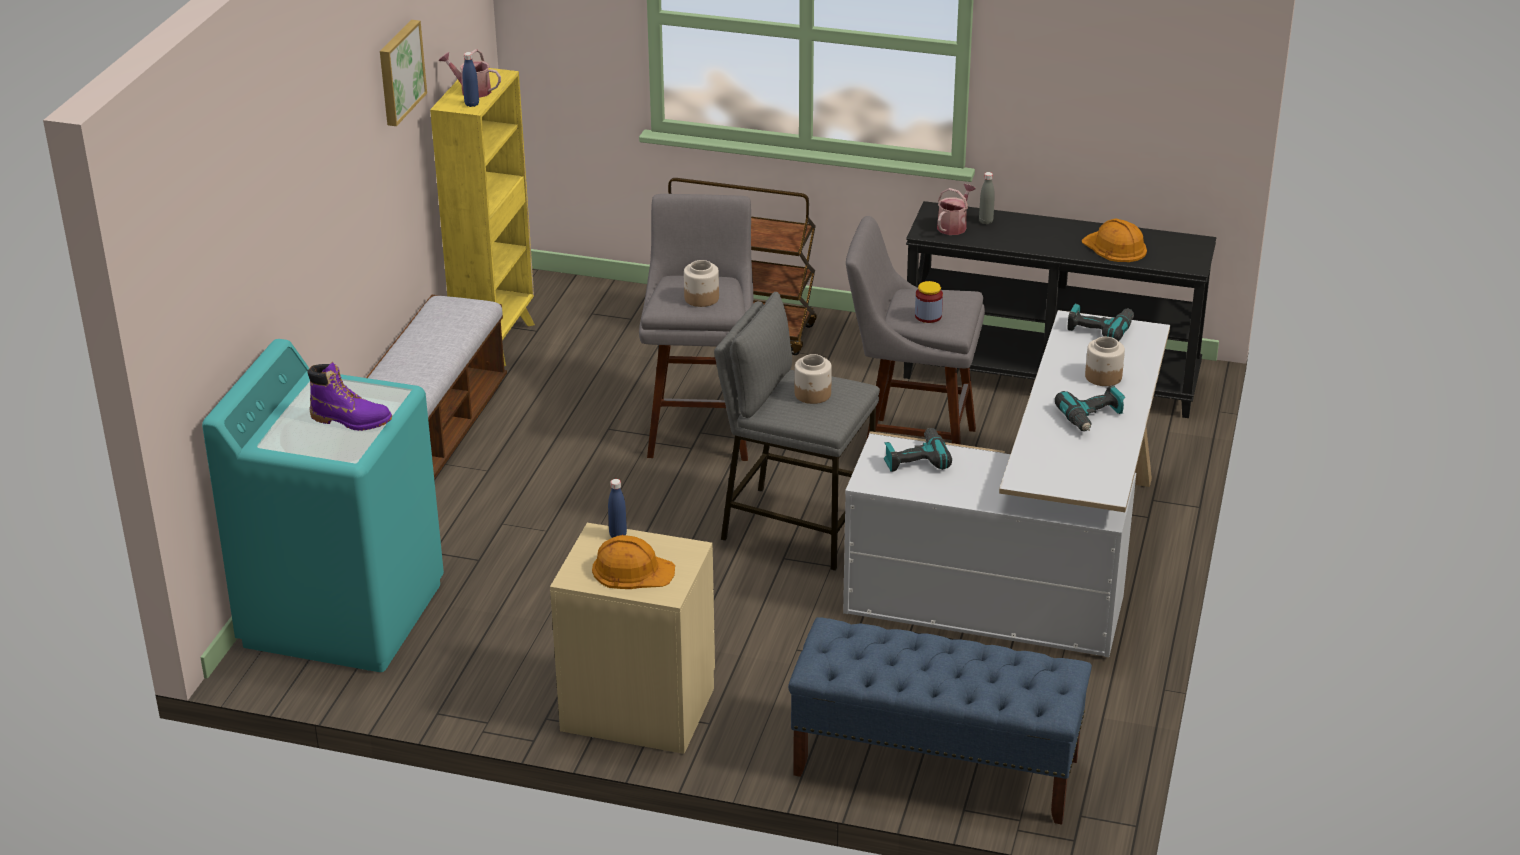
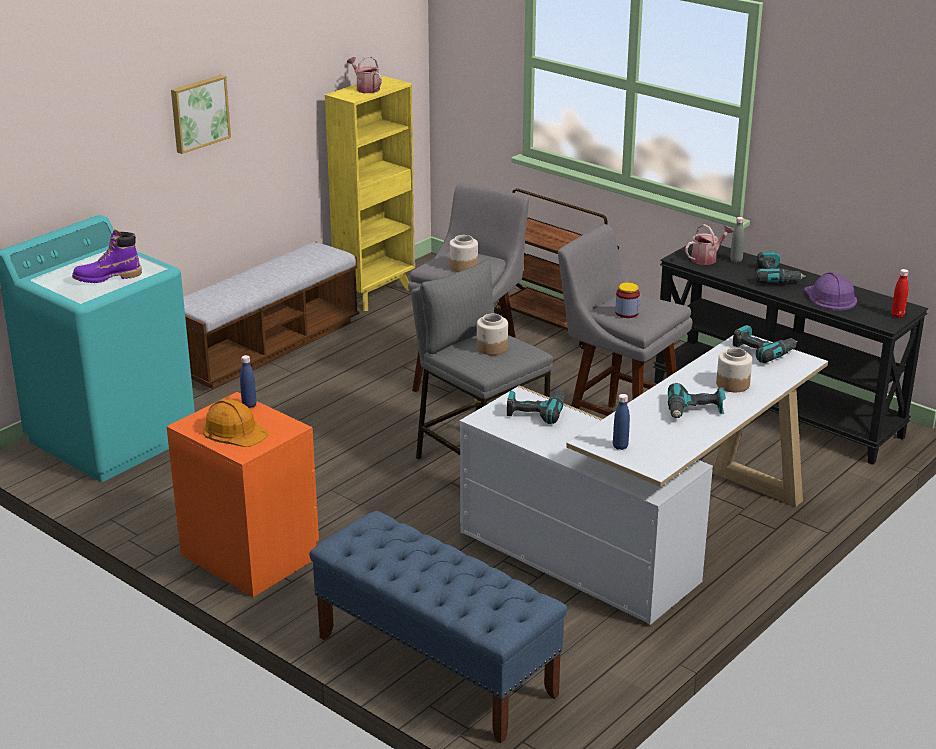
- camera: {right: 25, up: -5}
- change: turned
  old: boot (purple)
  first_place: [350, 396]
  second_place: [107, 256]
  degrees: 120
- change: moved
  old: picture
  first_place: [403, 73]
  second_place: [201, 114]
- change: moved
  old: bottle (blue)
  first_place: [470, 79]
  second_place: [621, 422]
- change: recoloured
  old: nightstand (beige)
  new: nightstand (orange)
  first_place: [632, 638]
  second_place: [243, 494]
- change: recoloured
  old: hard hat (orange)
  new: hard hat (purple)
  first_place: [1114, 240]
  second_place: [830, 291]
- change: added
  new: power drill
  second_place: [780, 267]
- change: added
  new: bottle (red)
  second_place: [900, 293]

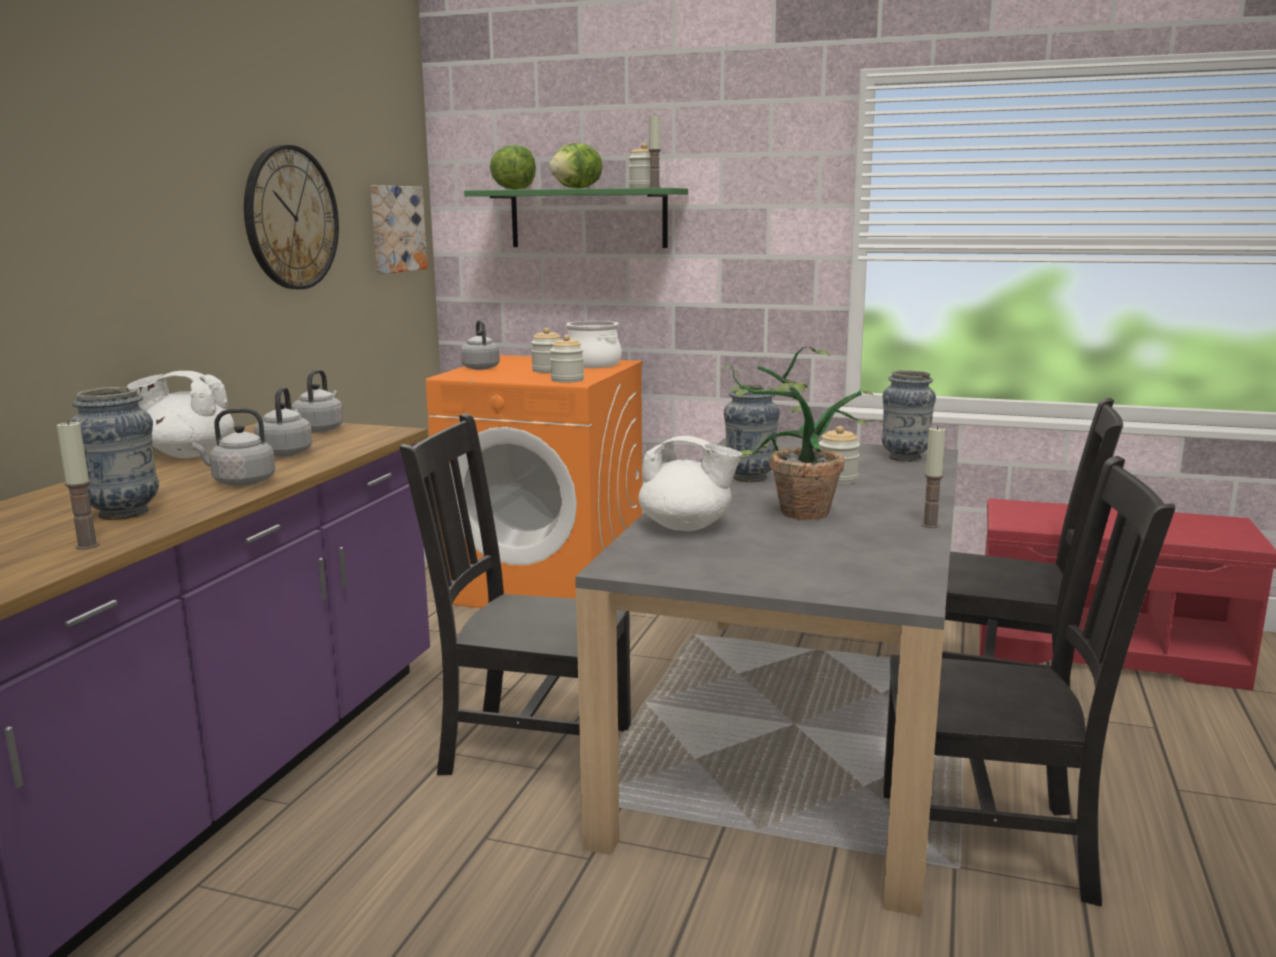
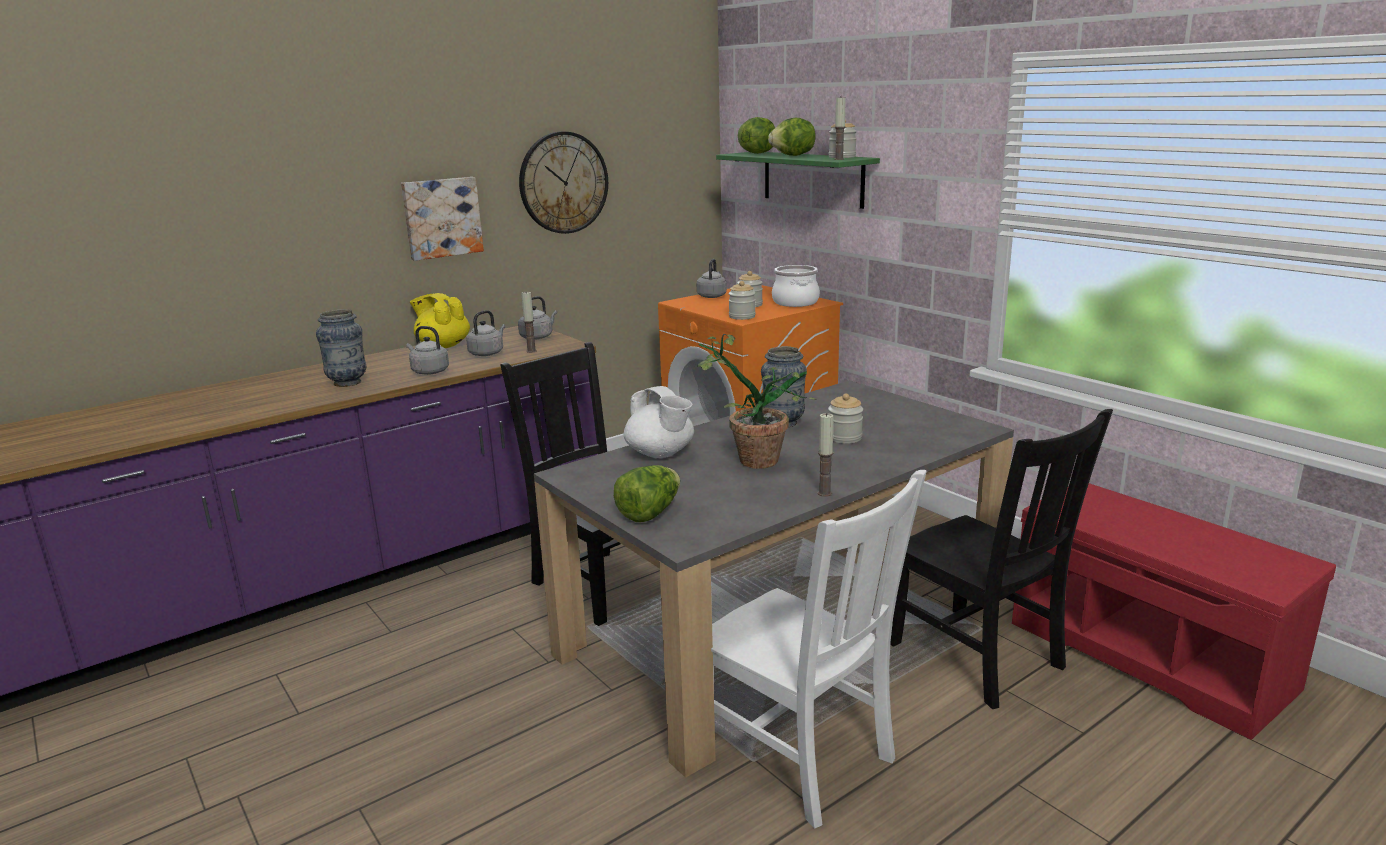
- camera: {right: 35, up: 5}
- change: moved
  old: candle
  first_place: [78, 485]
  second_place: [529, 322]
- change: recoloured
  old: teapot (white)
  new: teapot (yellow)
  first_place: [180, 414]
  second_place: [440, 320]
- change: moved
  old: picture
  first_place: [399, 229]
  second_place: [442, 219]
- change: removed
  old: vase
  first_place: [909, 416]
- change: recoloured
  old: chair (black)
  new: chair (white)
  first_place: [1029, 681]
  second_place: [819, 649]
- change: added
  new: lettuce
  second_place: [647, 493]

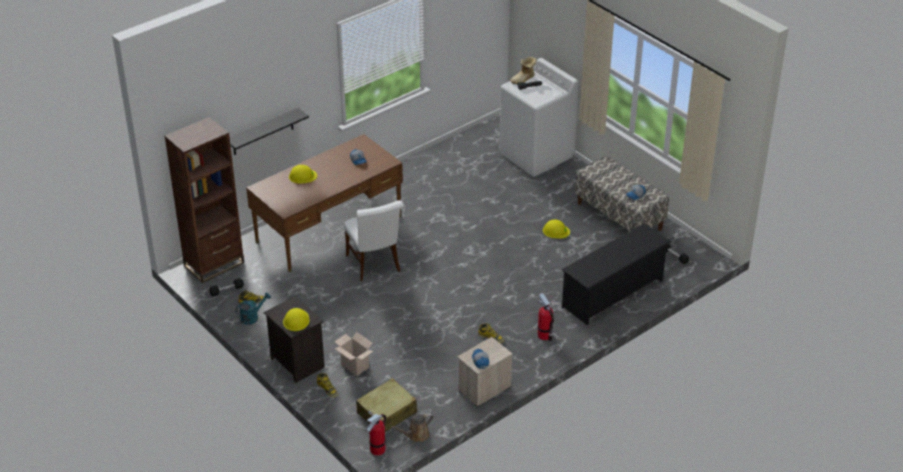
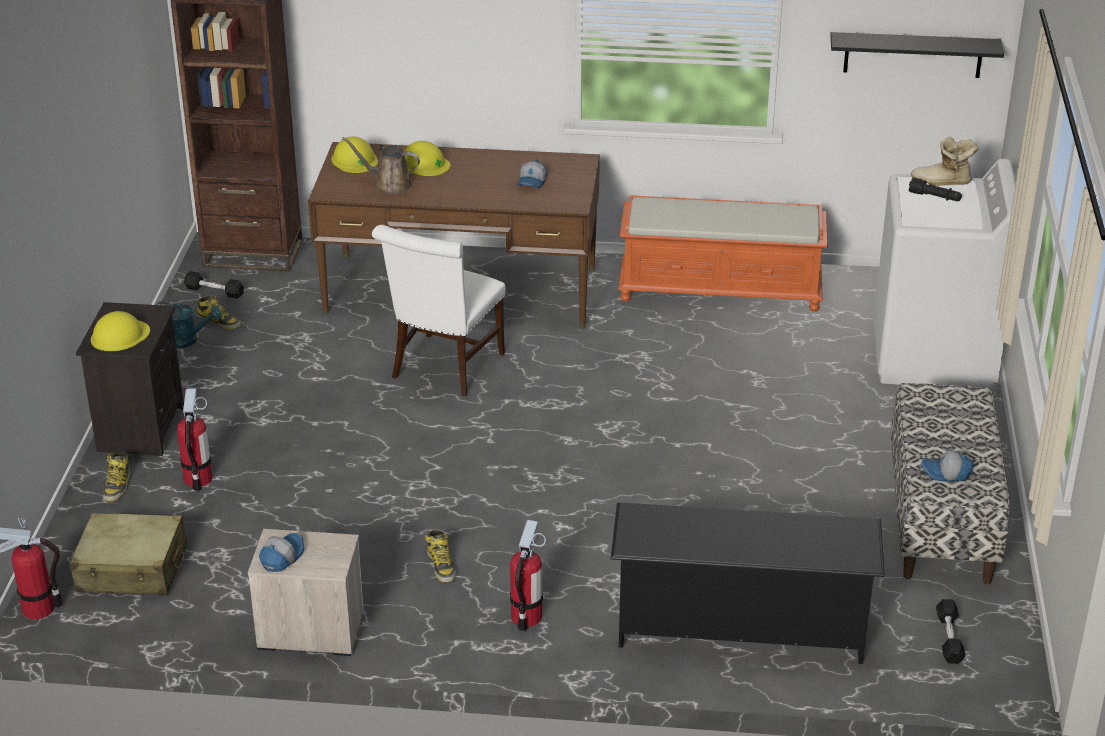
- camera: {right: 45, up: -5}
- change: moved
  old: shelf (black)
  first_place: [269, 131]
  second_place: [917, 55]
- change: replaced
  old: cardboard box
  new: fire extinguisher
  first_place: [353, 354]
  second_place: [195, 440]
- change: moved
  old: watering can (brown)
  first_place: [412, 427]
  second_place: [381, 165]
- change: moved
  old: hard hat (yellow)
  first_place: [556, 229]
  second_place: [355, 154]
- change: added
  new: bench (orange)
  second_place: [723, 253]

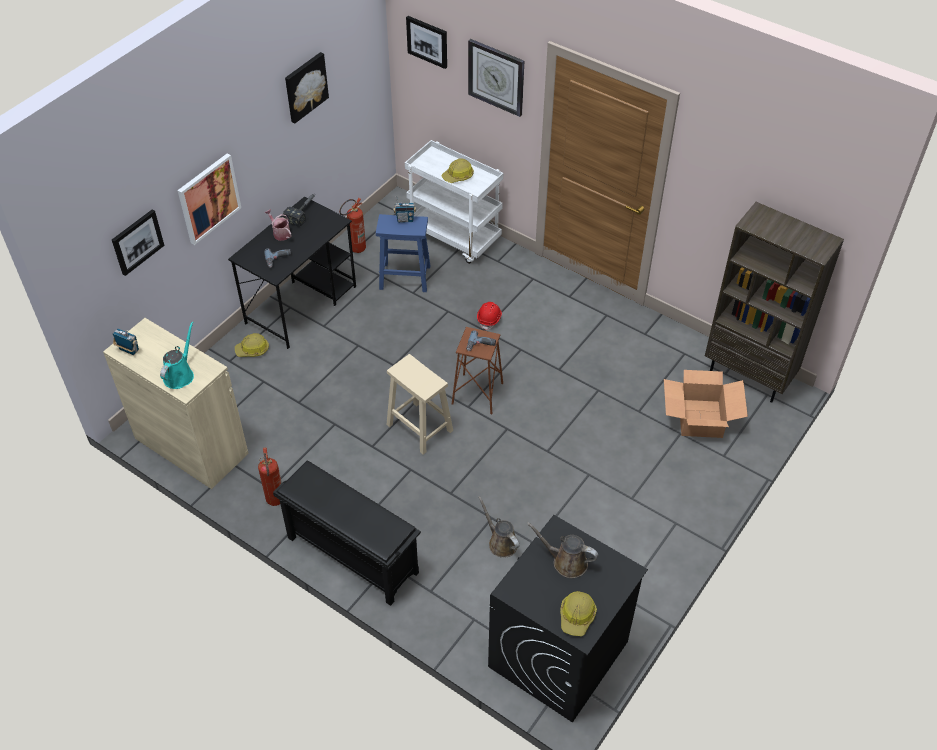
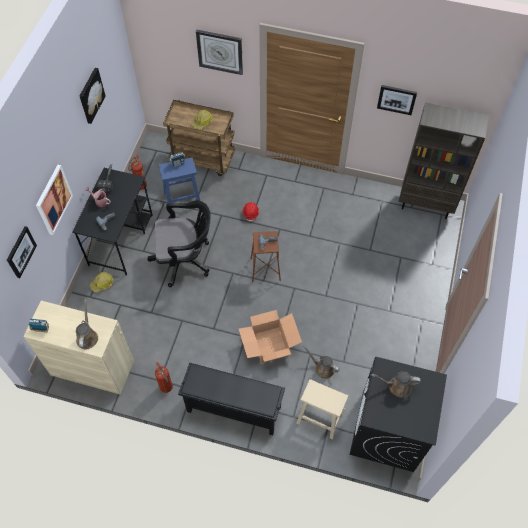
- camera: {right: -20, up: 10}
- change: recoloured
  old: watering can (turquoise)
  new: watering can (brown)
  first_place: [177, 355]
  second_place: [87, 324]
- change: moved
  old: stool (beige)
  first_place: [419, 404]
  second_place: [322, 409]
- change: recoloured
  old: cart (white)
  new: cart (brown)
  first_place: [454, 202]
  second_place: [199, 138]
- change: moved
  old: picture
  first_place: [426, 42]
  second_place: [397, 100]
- change: removed
  old: hard hat
  first_place: [578, 613]
- change: moved
  old: cardboard box
  first_place: [706, 404]
  second_place: [270, 336]
- change: added
  new: office chair (black)
  second_place: [179, 243]

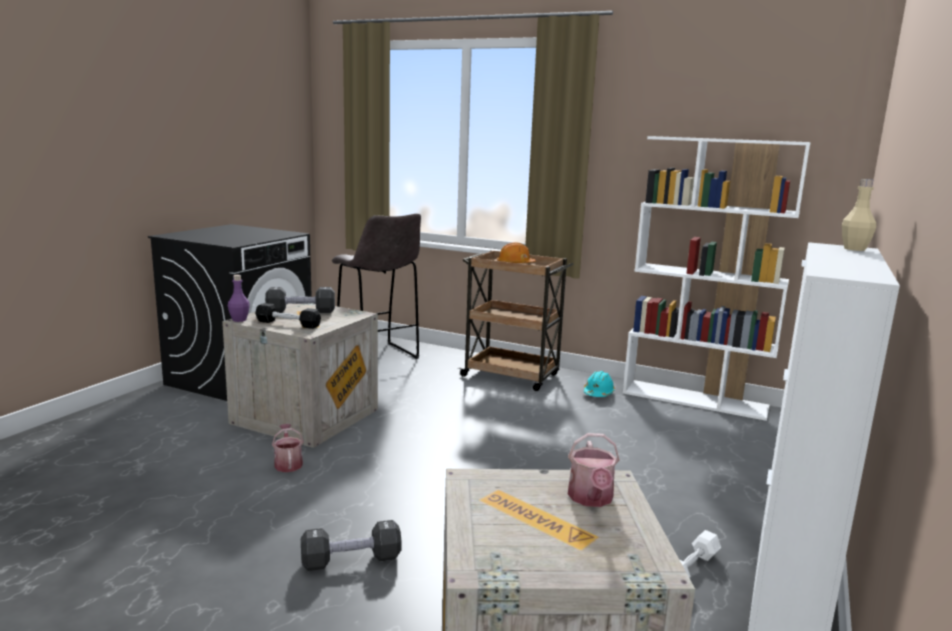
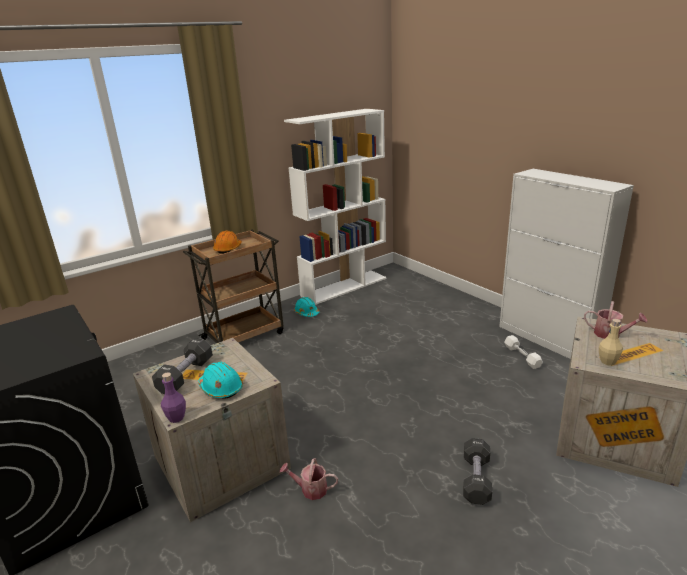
- camera: {right: -60, up: 10}
- change: replaced
  old: dumbbell (black)
  new: hard hat (turquoise)
  first_place: [288, 316]
  second_place: [220, 380]
- change: removed
  old: stool (grey)
  first_place: [376, 286]
- change: moved
  old: bottle (beige)
  first_place: [859, 215]
  second_place: [611, 342]

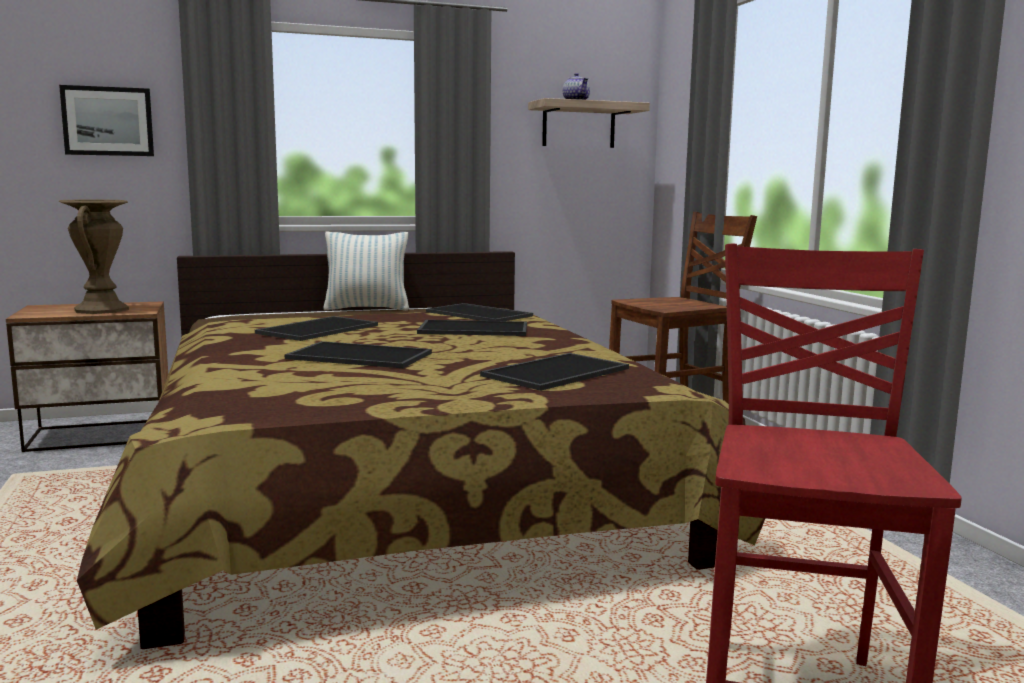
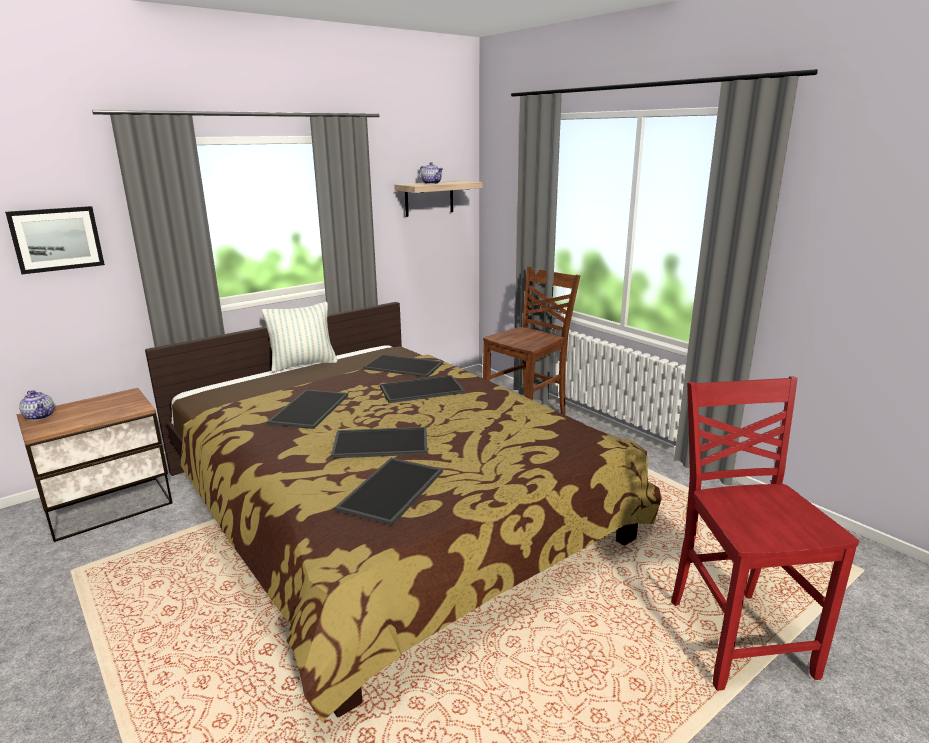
- camera: {right: -20, up: 10}
- change: removed
  old: vase (brown)
  first_place: [94, 257]
- change: moved
  old: tray
  first_place: [554, 372]
  second_place: [388, 492]
- change: added
  new: teapot
  second_place: [36, 405]

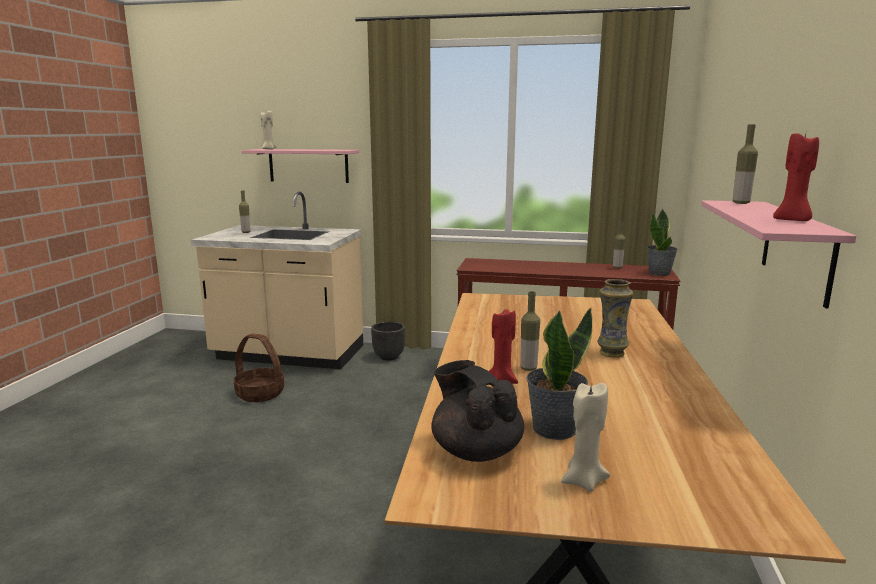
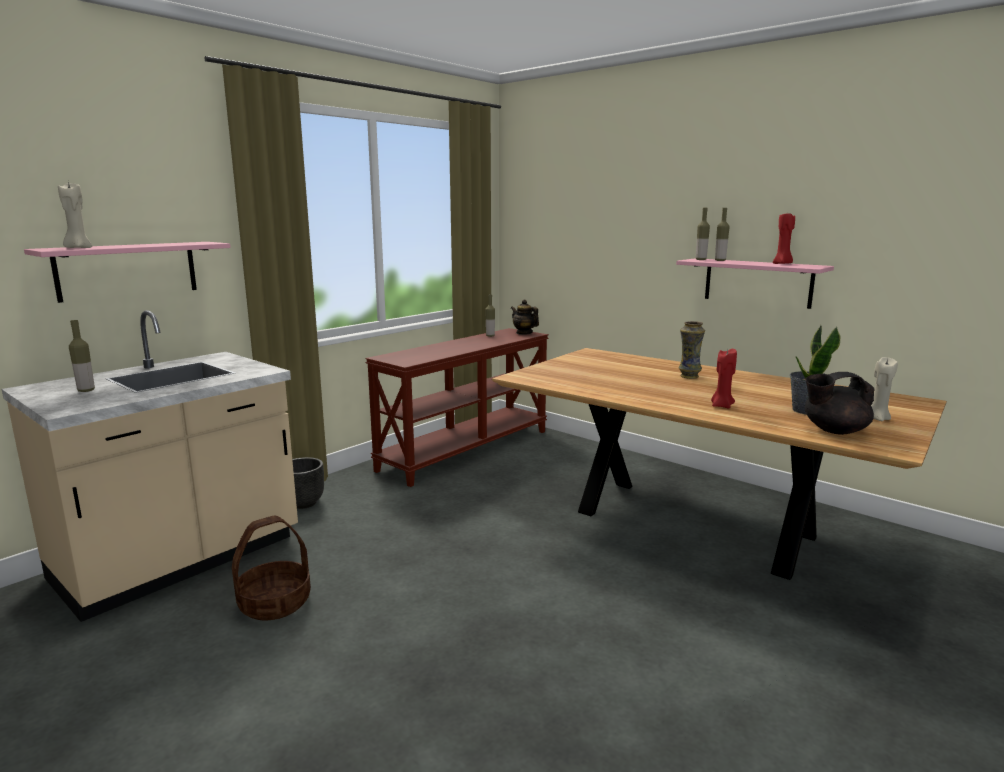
- camera: {right: -60, up: 0}
- change: moved
  old: bottle
  first_place: [530, 331]
  second_place: [722, 234]
- change: replaced
  old: potted plant
  new: teapot
  first_place: [662, 242]
  second_place: [525, 317]

